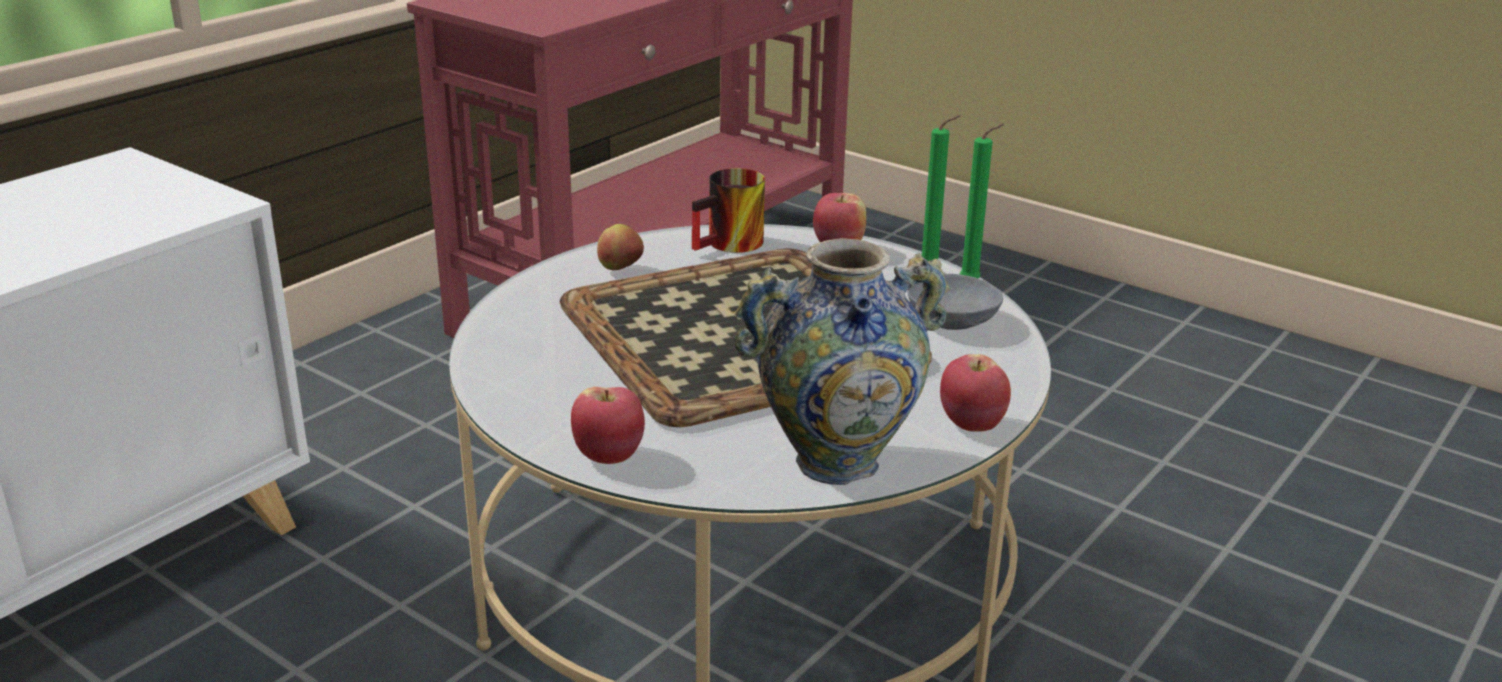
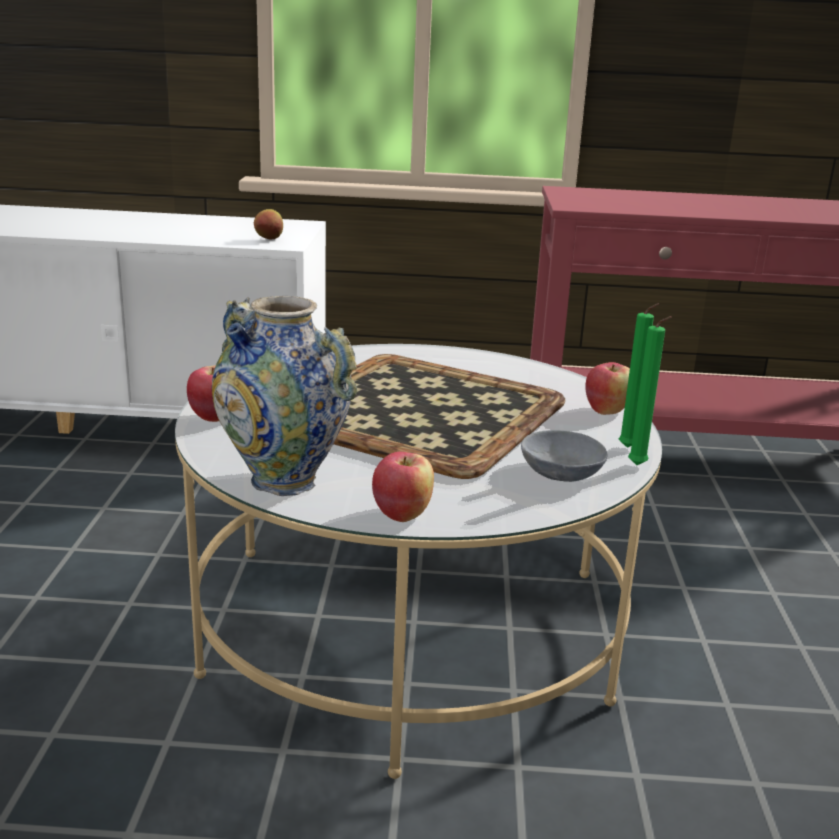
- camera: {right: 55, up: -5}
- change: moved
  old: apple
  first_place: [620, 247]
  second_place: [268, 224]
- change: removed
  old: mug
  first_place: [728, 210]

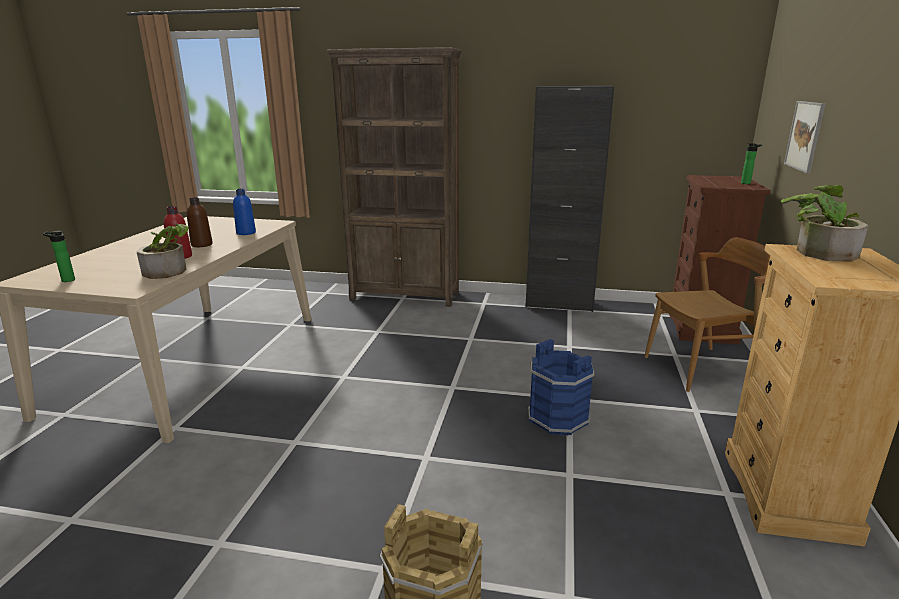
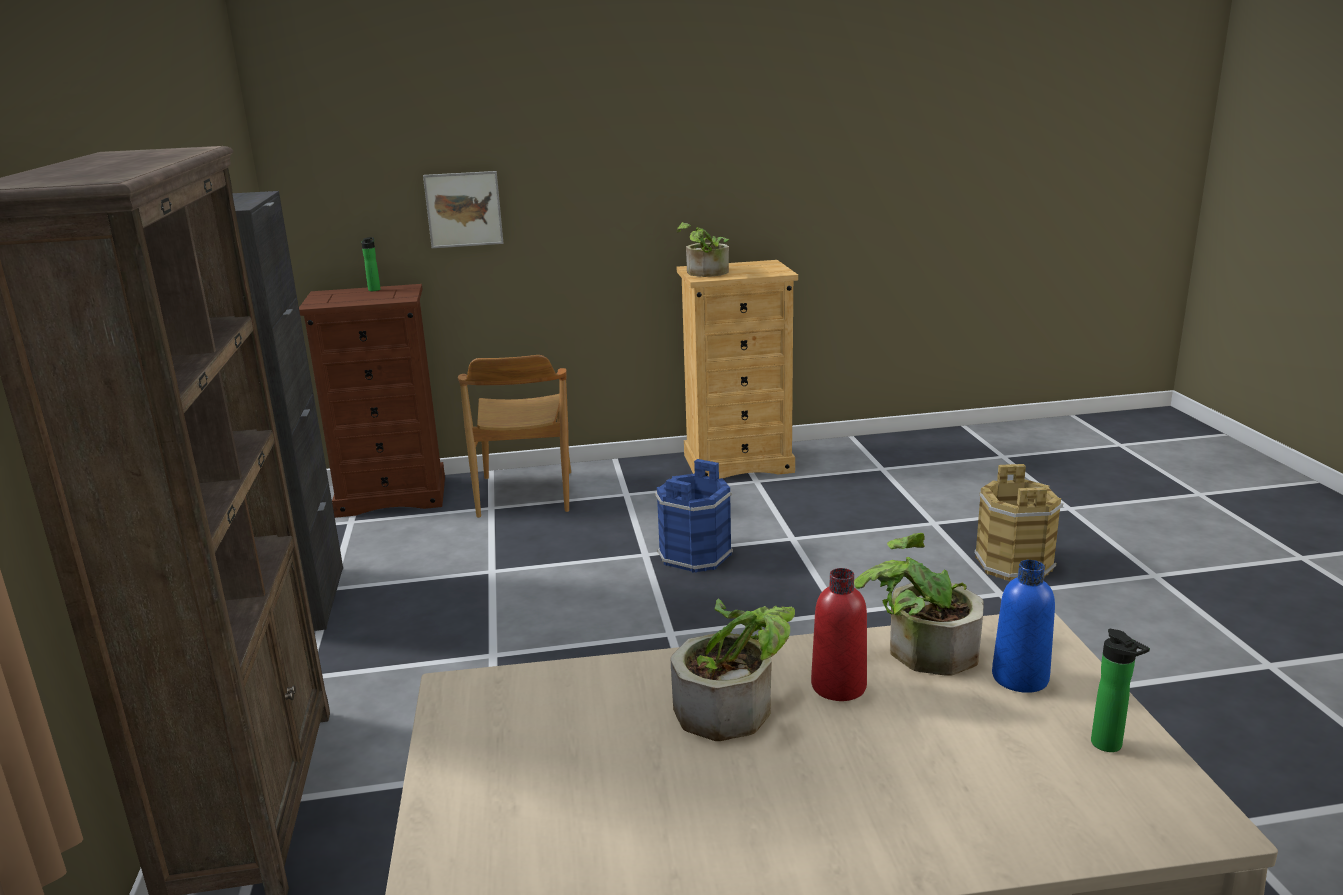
- camera: {right: -110, up: 0}
- change: replaced
  old: bottle (brown)
  new: potted plant
  first_place: [200, 222]
  second_place: [733, 669]
- change: moved
  old: bottle (blue)
  first_place: [244, 212]
  second_place: [1023, 626]
- change: turned
  old: chair (brown)
  first_place: [707, 314]
  second_place: [514, 436]
  degrees: -150

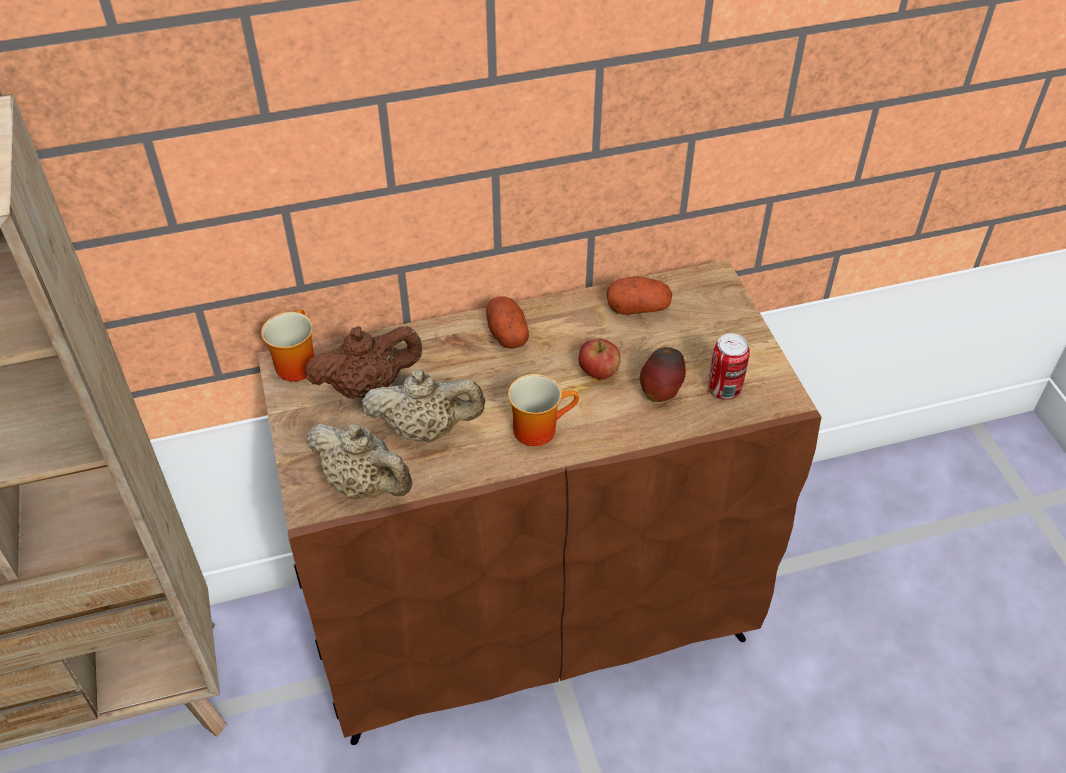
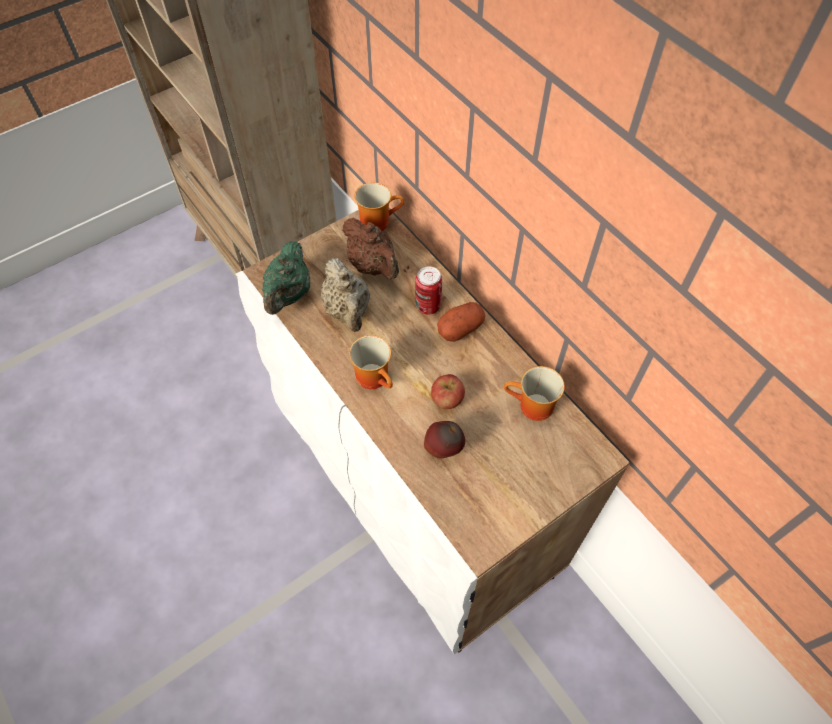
- camera: {right: 70, up: 10}
- change: recoloured
  old: cabinet (brown)
  new: cabinet (white)
  first_place: [539, 502]
  second_place: [432, 432]
- change: recoloured
  old: teapot (beige)
  new: teapot (green)
  first_place: [360, 461]
  second_place: [286, 278]
- change: replaced
  old: potato
  new: mug
  first_place: [639, 295]
  second_place: [534, 393]
- change: moved
  old: can
  first_place: [729, 366]
  second_place: [428, 290]

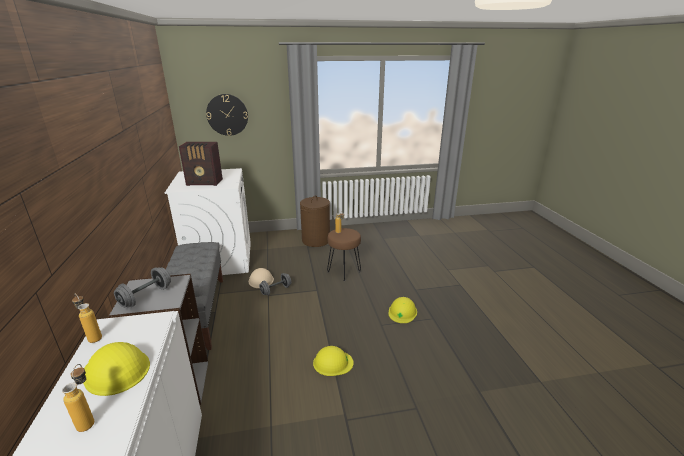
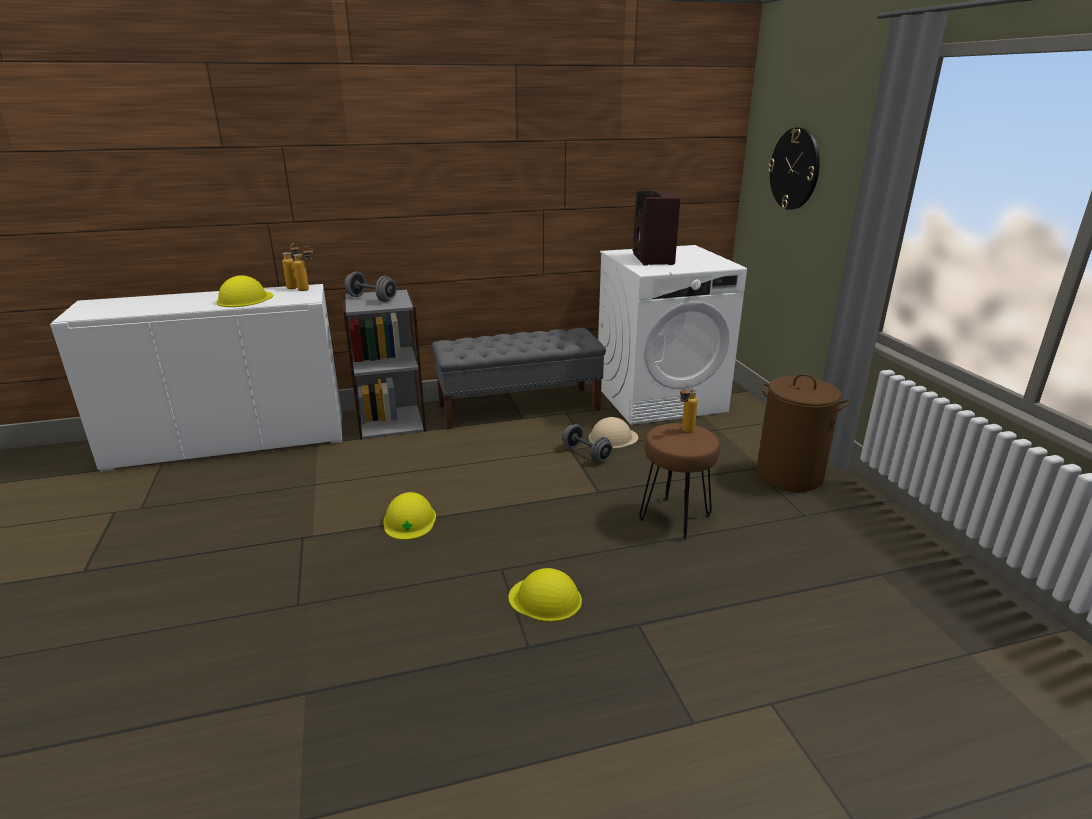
- camera: {right: 85, up: 0}
- change: moved
  old: bottle
  first_place: [78, 398]
  second_place: [303, 268]

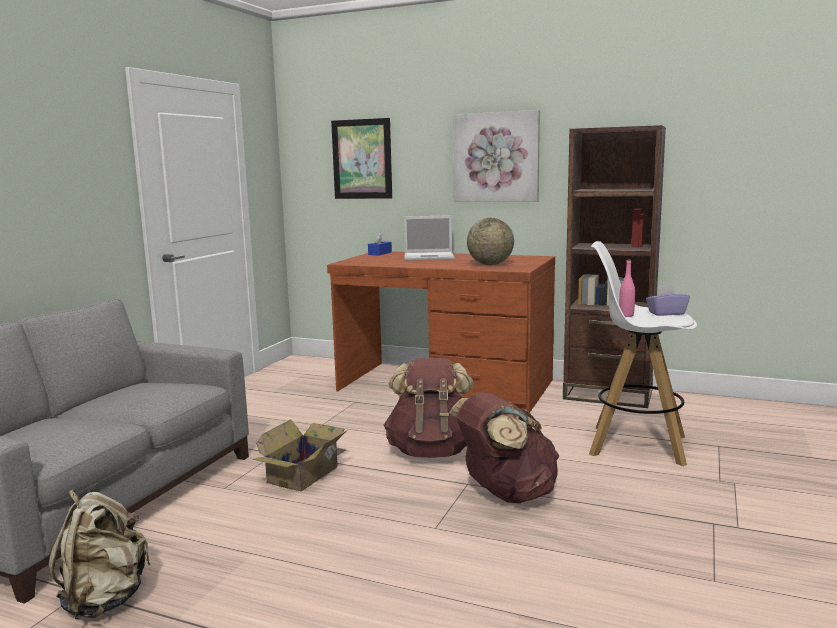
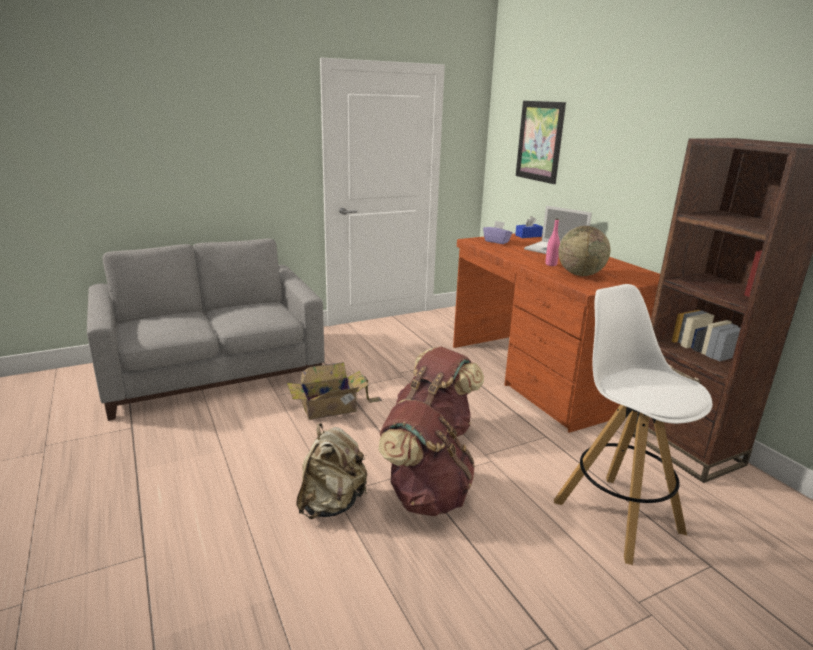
- camera: {right: 40, up: 10}
- change: moved
  old: backpack (beige)
  first_place: [99, 554]
  second_place: [331, 471]
- change: removed
  old: picture
  first_place: [496, 156]
- change: moved
  old: bottle (pink)
  first_place: [627, 288]
  second_place: [553, 242]
- change: moved
  old: tissue box (purple)
  first_place: [668, 300]
  second_place: [497, 232]

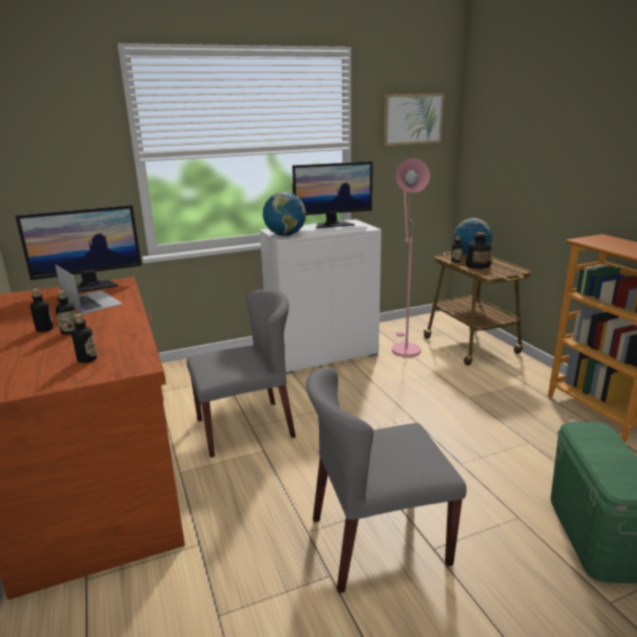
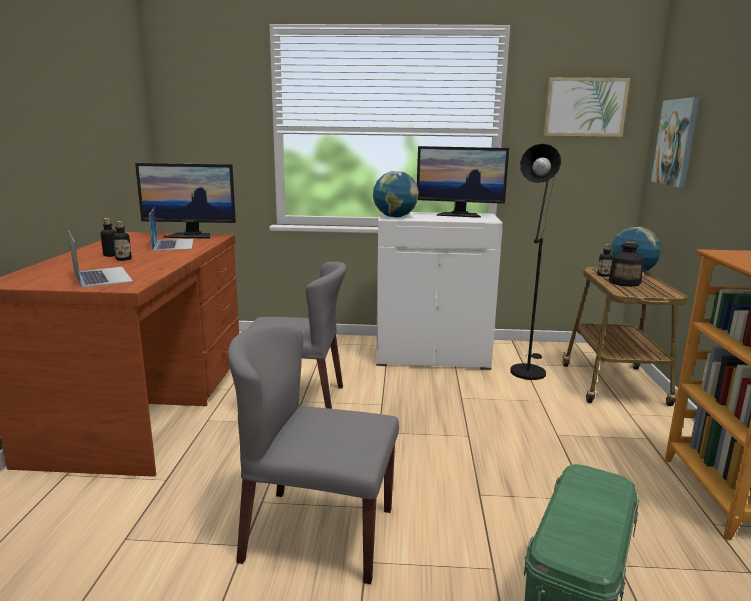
- camera: {right: 25, up: -5}
- change: replaced
  old: bottle
  new: laptop
  first_place: [84, 338]
  second_place: [100, 259]
- change: recoloured
  old: floor lamp (pink)
  new: floor lamp (black)
  first_place: [411, 257]
  second_place: [535, 262]
- change: added
  new: picture
  second_place: [675, 142]

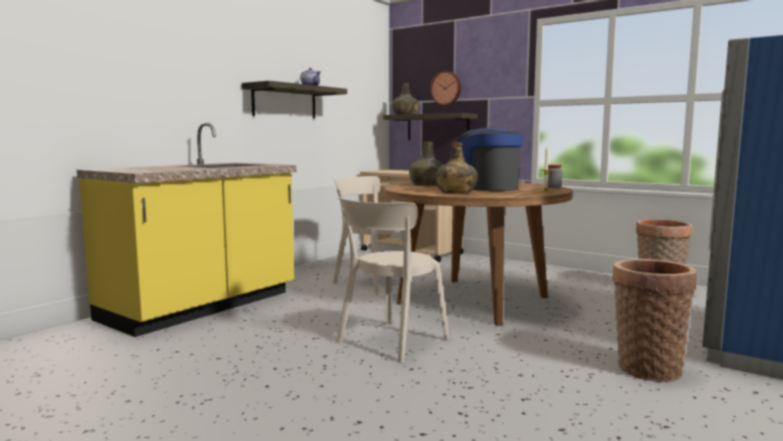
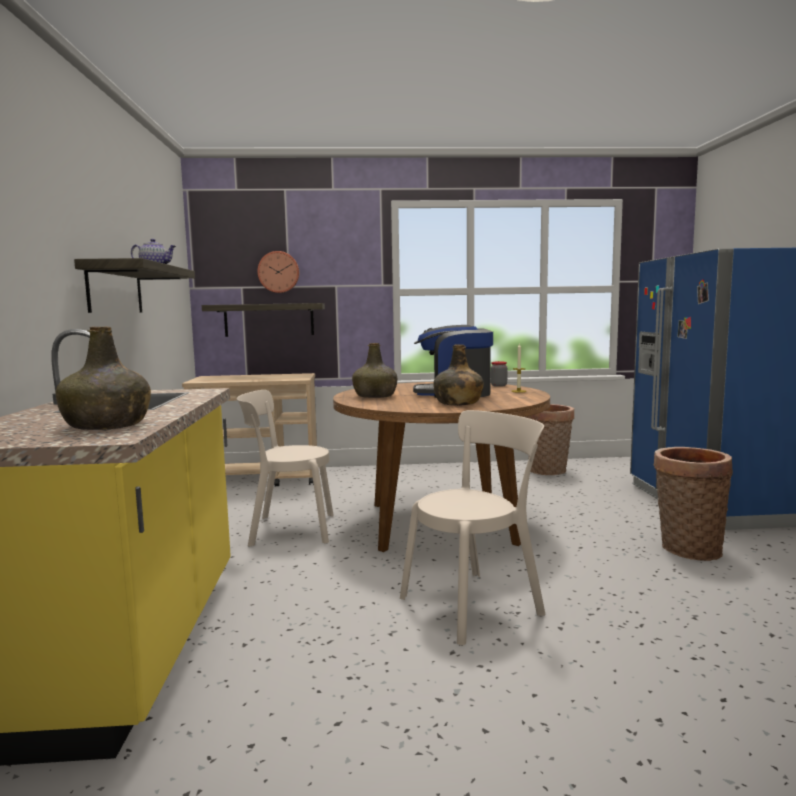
- camera: {right: -40, up: 0}
- change: turned
  old: chair (beige)
  first_place: [393, 279]
  second_place: [473, 528]
  degrees: -120
- change: moved
  old: bottle (green)
  first_place: [405, 99]
  second_place: [103, 378]

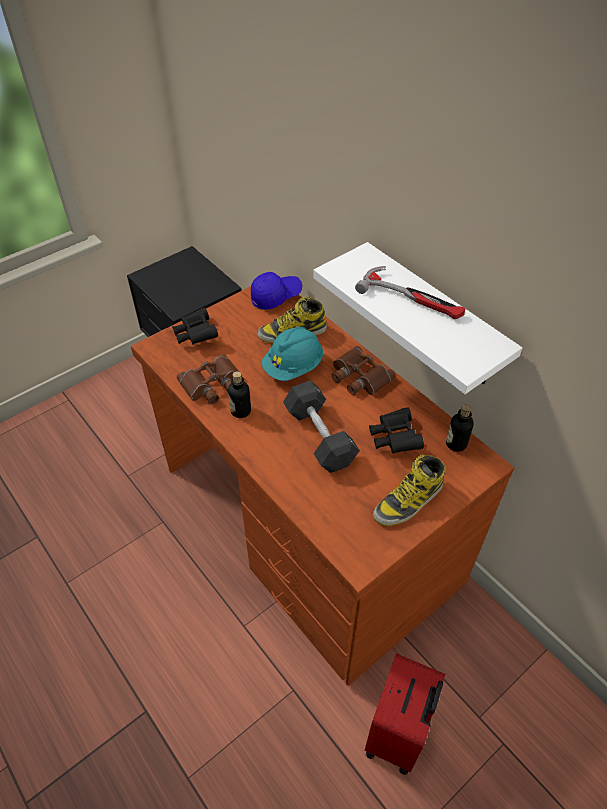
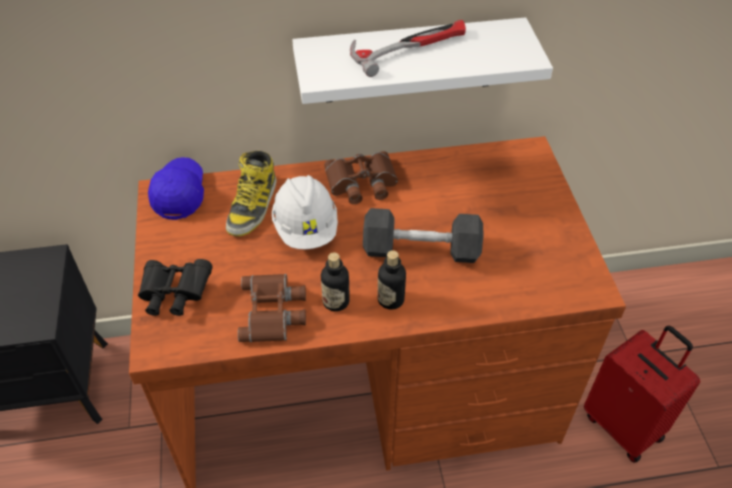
- camera: {right: -60, up: 0}
- change: recoloured
  old: hard hat (turquoise)
  new: hard hat (white)
  first_place: [292, 354]
  second_place: [305, 212]
- change: removed
  old: binoculars (black)
  first_place: [396, 430]
- change: removed
  old: boot
  first_place: [409, 490]
- change: moved
  old: bottle
  first_place: [460, 428]
  second_place: [392, 280]

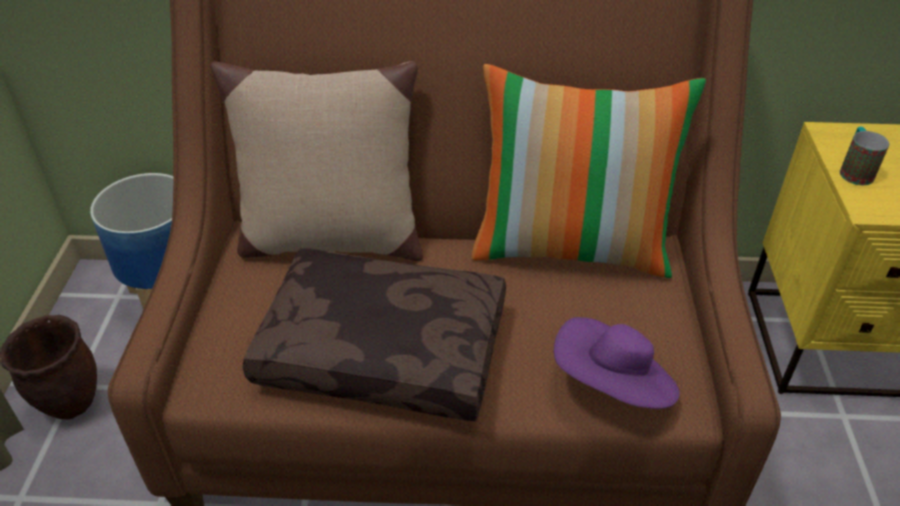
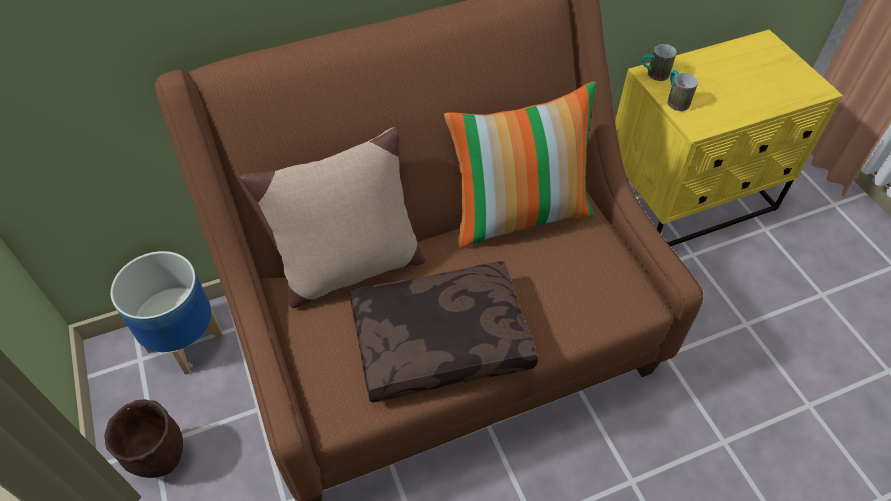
- camera: {right: -25, up: 10}
- change: removed
  old: hat (purple)
  first_place: [617, 363]
- change: added
  new: mug
  second_place: [659, 62]

